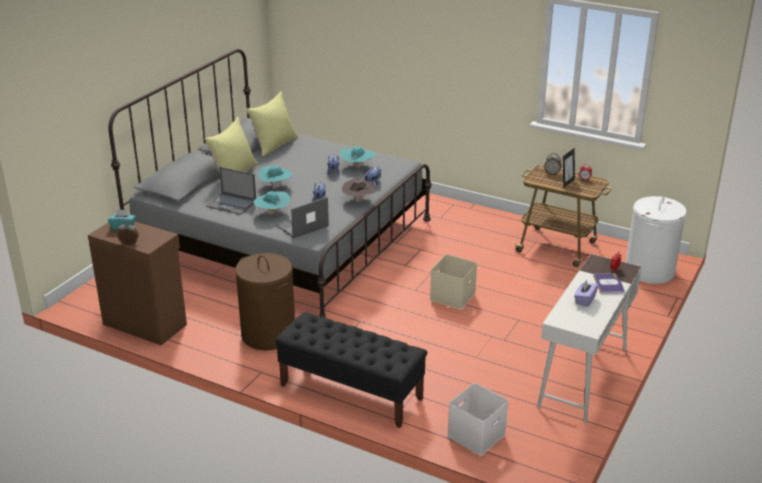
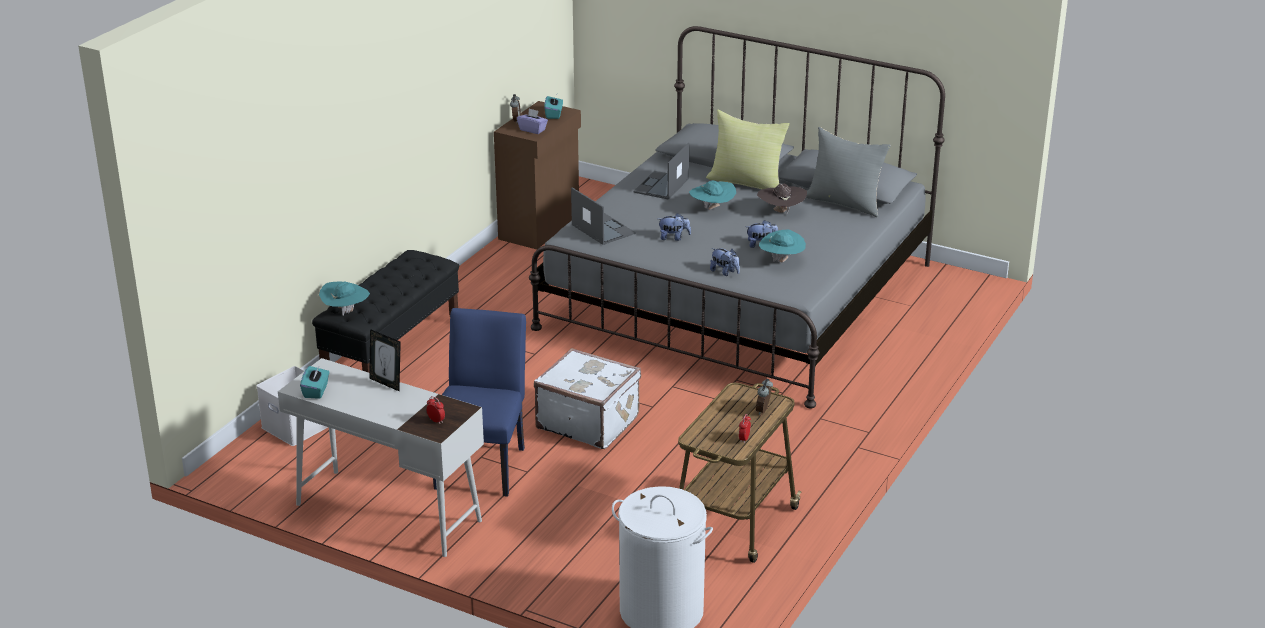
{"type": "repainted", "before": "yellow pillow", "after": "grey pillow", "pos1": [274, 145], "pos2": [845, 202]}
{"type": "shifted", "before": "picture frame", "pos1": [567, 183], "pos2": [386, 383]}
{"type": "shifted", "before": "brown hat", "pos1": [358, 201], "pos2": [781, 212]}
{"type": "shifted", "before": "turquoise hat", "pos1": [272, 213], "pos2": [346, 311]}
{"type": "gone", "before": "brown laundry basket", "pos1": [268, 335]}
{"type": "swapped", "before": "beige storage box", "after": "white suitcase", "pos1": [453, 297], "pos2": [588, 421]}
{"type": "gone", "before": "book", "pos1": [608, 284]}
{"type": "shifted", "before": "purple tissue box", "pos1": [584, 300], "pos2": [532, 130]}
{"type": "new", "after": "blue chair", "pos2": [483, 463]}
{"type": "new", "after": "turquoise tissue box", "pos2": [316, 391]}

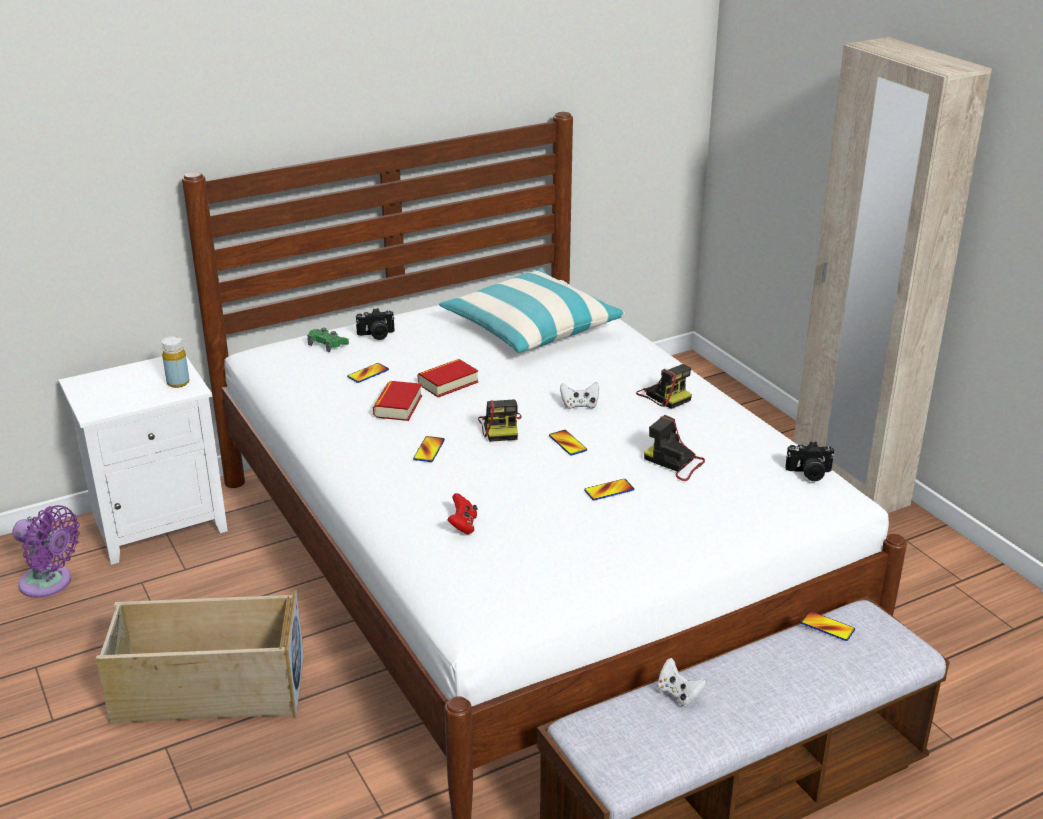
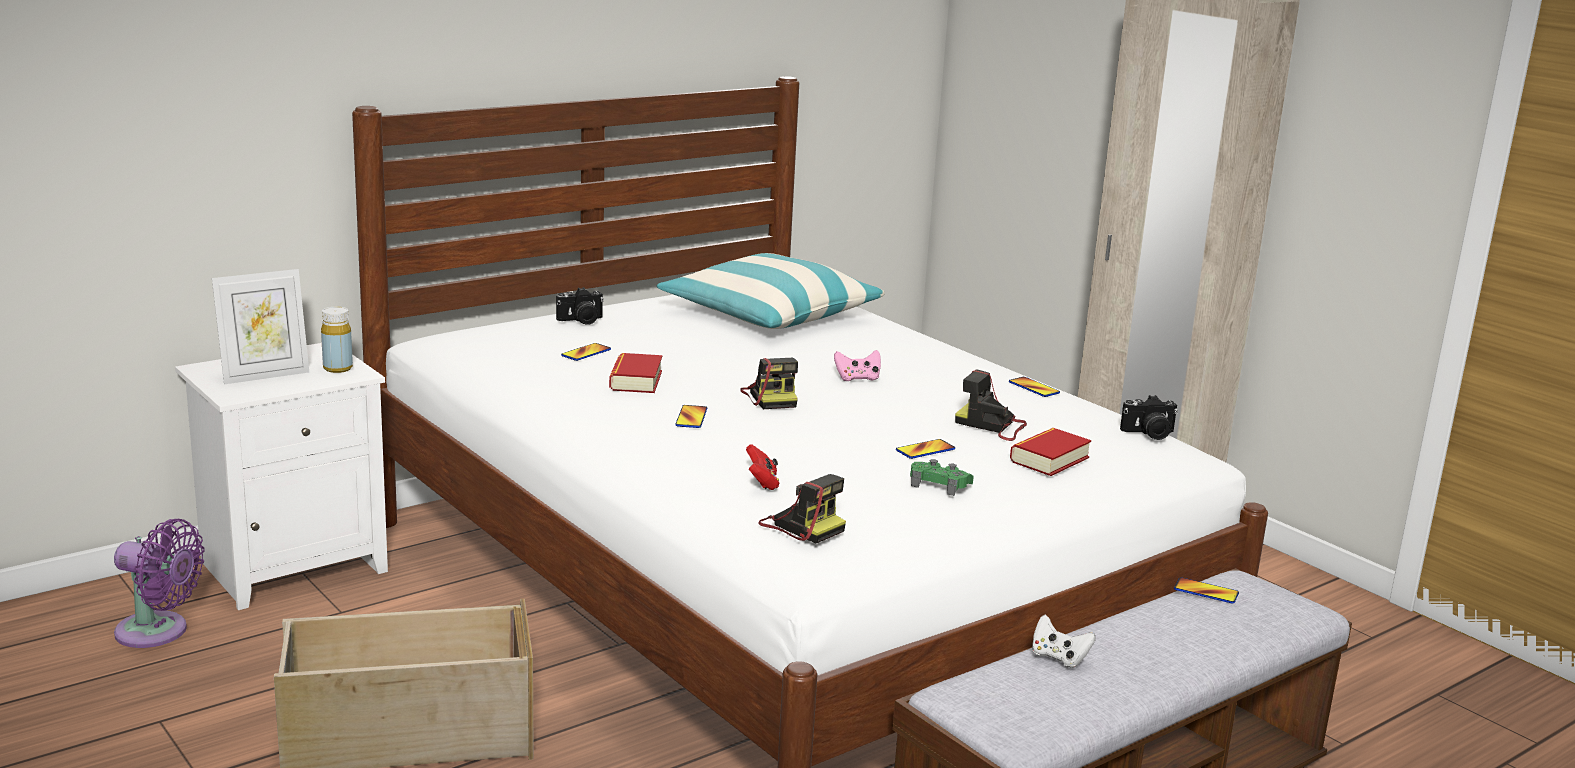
{"type": "shifted", "before": "green game controller", "pos1": [327, 344], "pos2": [939, 485]}
{"type": "shifted", "before": "book", "pos1": [448, 383], "pos2": [1049, 459]}
{"type": "shifted", "before": "photo camera", "pos1": [663, 395], "pos2": [801, 525]}
{"type": "repainted", "before": "white game controller", "after": "pink game controller", "pos1": [579, 405], "pos2": [857, 378]}
{"type": "shifted", "before": "phone", "pos1": [567, 443], "pos2": [1033, 388]}
{"type": "new", "after": "picture frame", "pos2": [264, 375]}

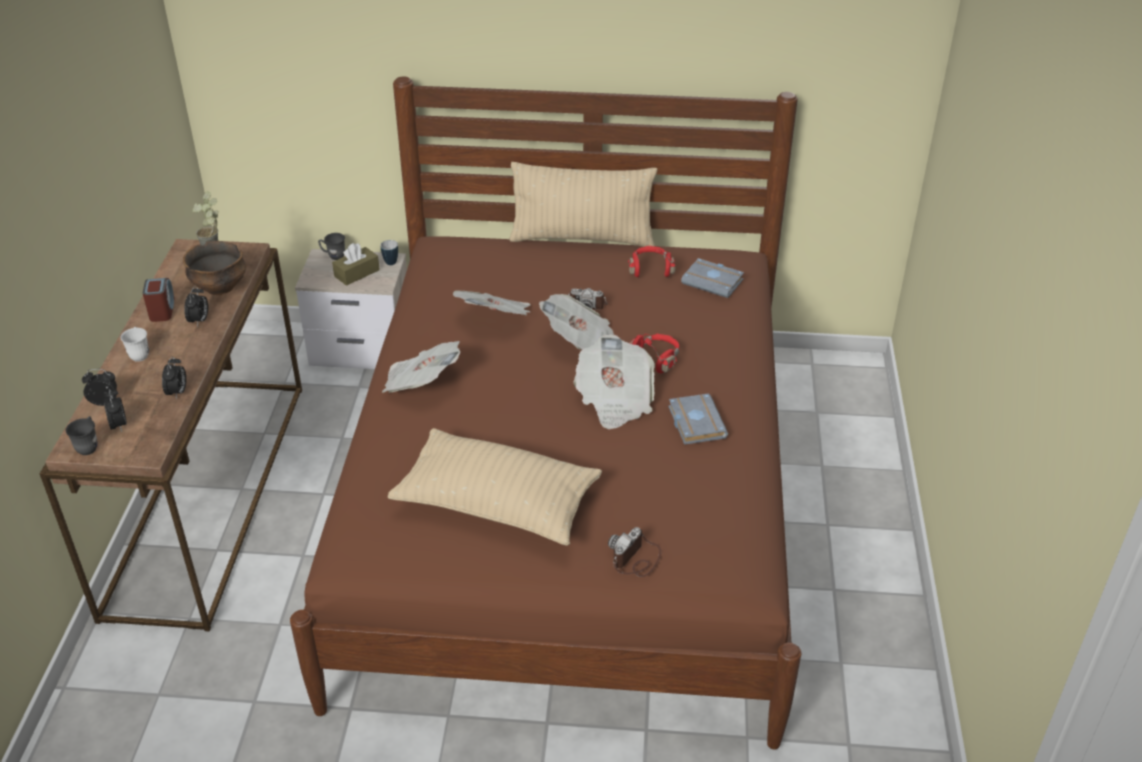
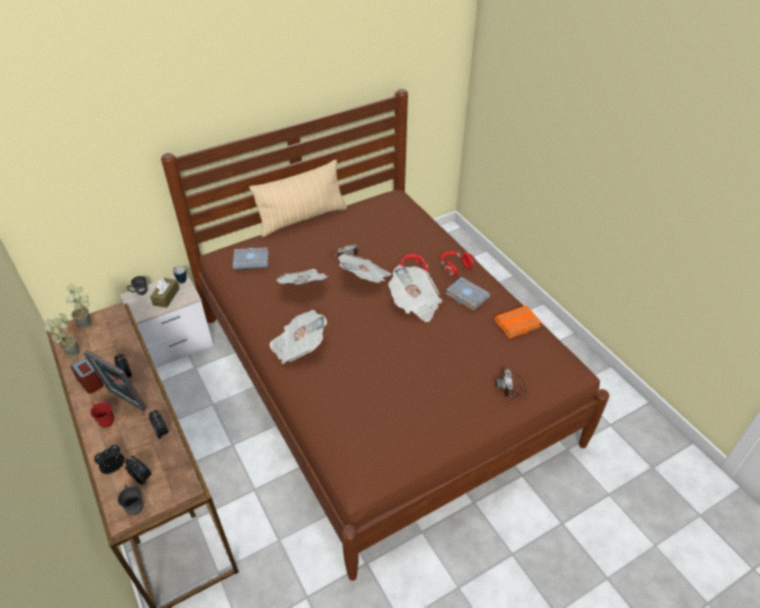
{"type": "gone", "before": "bowl", "pos1": [220, 287]}
{"type": "shifted", "before": "red headphones", "pos1": [650, 269], "pos2": [454, 267]}
{"type": "shifted", "before": "grey book", "pos1": [714, 282], "pos2": [252, 260]}
{"type": "repainted", "before": "white mug", "after": "red mug", "pos1": [139, 353], "pos2": [105, 420]}
{"type": "gone", "before": "beige pillow", "pos1": [497, 504]}
{"type": "new", "after": "orange book", "pos2": [517, 325]}
{"type": "new", "after": "potted plant", "pos2": [72, 350]}
{"type": "new", "after": "picture frame", "pos2": [125, 402]}

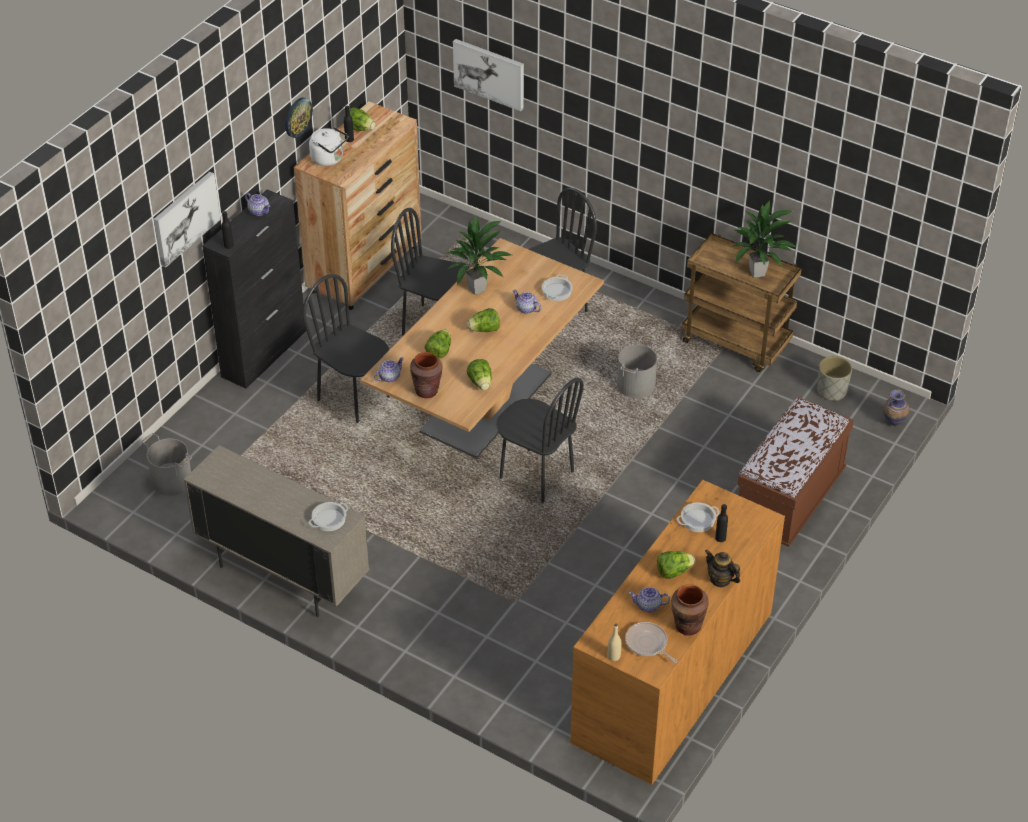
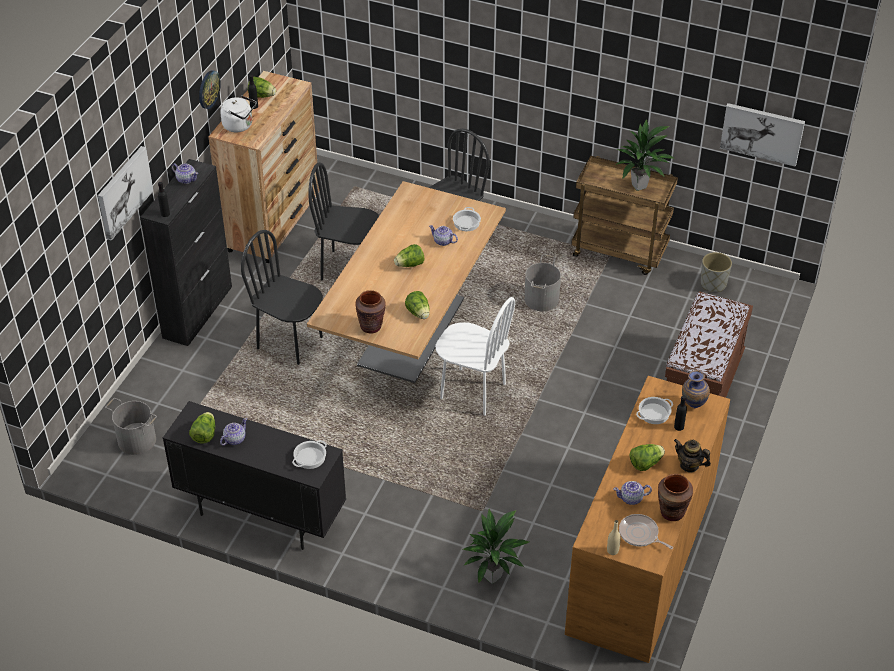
{"type": "shifted", "before": "picture", "pos1": [489, 73], "pos2": [762, 133]}
{"type": "shifted", "before": "potted plant", "pos1": [477, 289], "pos2": [493, 576]}
{"type": "shifted", "before": "lettuce", "pos1": [439, 351], "pos2": [204, 435]}
{"type": "shifted", "before": "teapot", "pos1": [389, 377], "pos2": [234, 439]}
{"type": "repainted", "before": "black chair", "after": "white chair", "pos1": [536, 475], "pos2": [472, 392]}
{"type": "shifted", "before": "vase", "pos1": [893, 423], "pos2": [693, 405]}
{"type": "repainted", "before": "beige cabinet", "after": "black cabinet", "pos1": [283, 575], "pos2": [261, 515]}

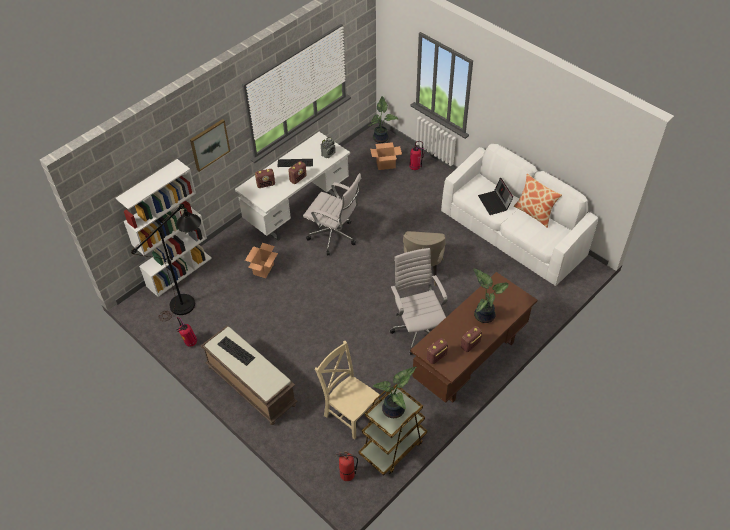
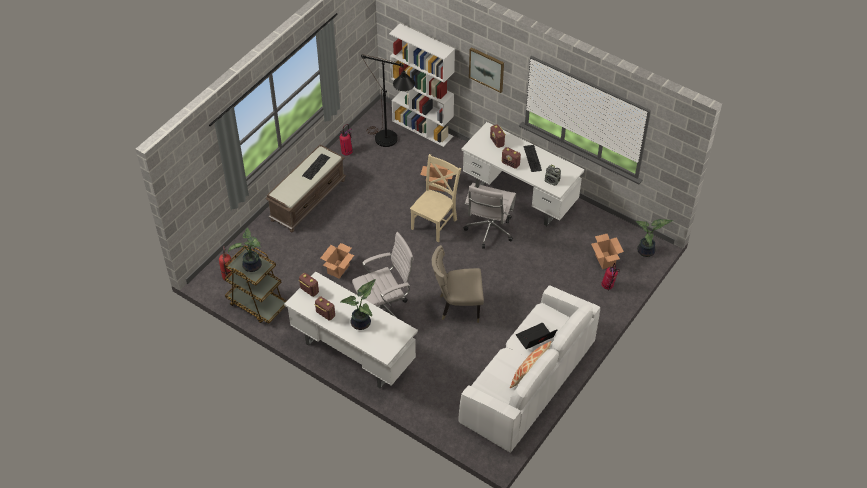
{"type": "repainted", "before": "brown desk", "after": "white desk", "pos1": [470, 362], "pos2": [352, 354]}
{"type": "shifted", "before": "beige chair", "pos1": [349, 413], "pos2": [435, 223]}
{"type": "new", "after": "cardboard box", "pos2": [338, 269]}

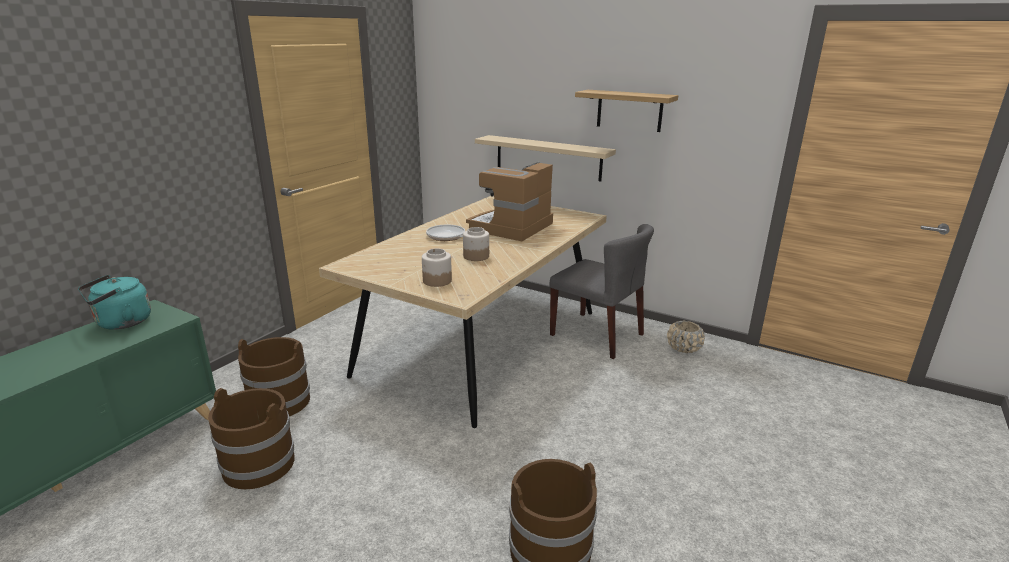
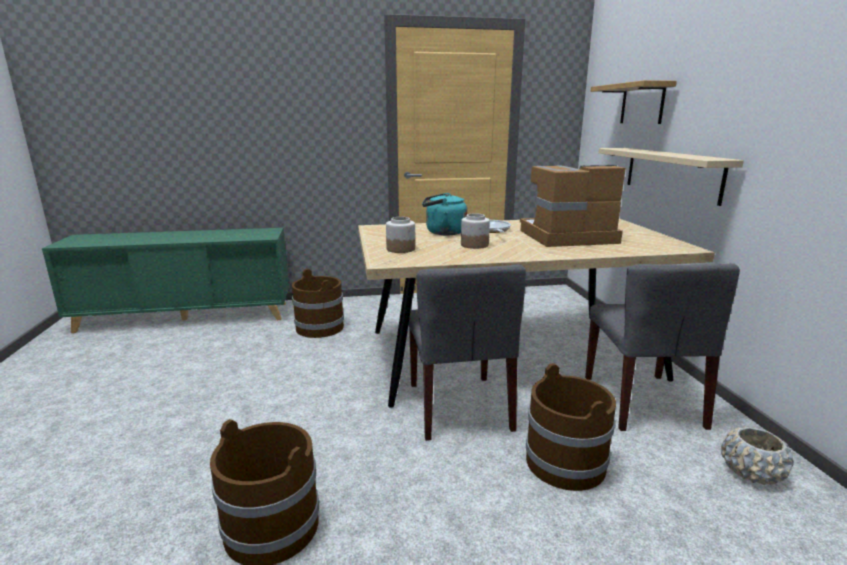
{"type": "shifted", "before": "shelf", "pos1": [629, 110], "pos2": [642, 104]}
{"type": "shifted", "before": "turquoise kettle", "pos1": [121, 323], "pos2": [443, 232]}
{"type": "shifted", "before": "brown bucket", "pos1": [258, 464], "pos2": [564, 462]}
{"type": "new", "after": "grey chair", "pos2": [459, 406]}

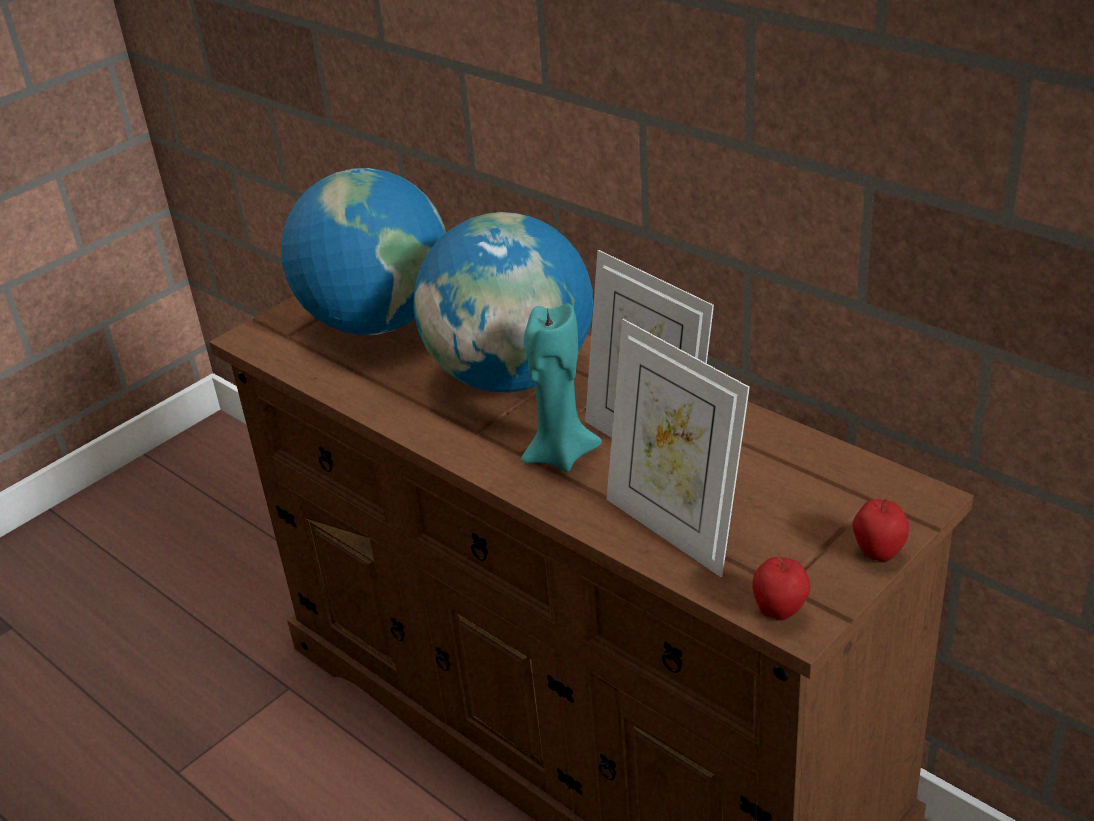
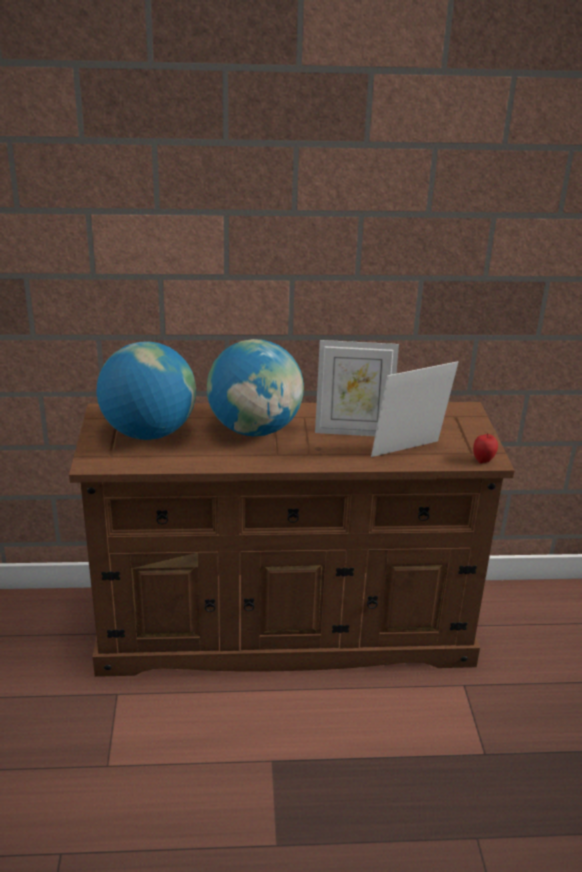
{"type": "gone", "before": "turquoise candle", "pos1": [560, 454]}
{"type": "rotated", "before": "picture frame", "pos1": [674, 528], "pos2": [409, 452], "turn": 150}
{"type": "gone", "before": "apple", "pos1": [878, 554]}

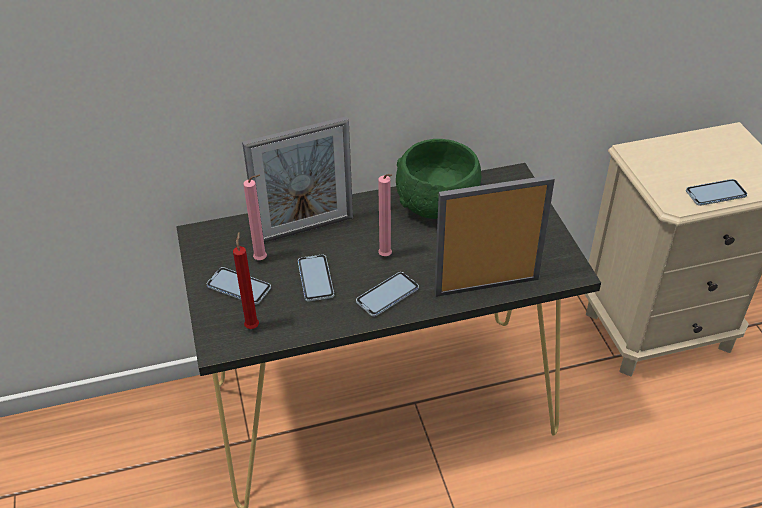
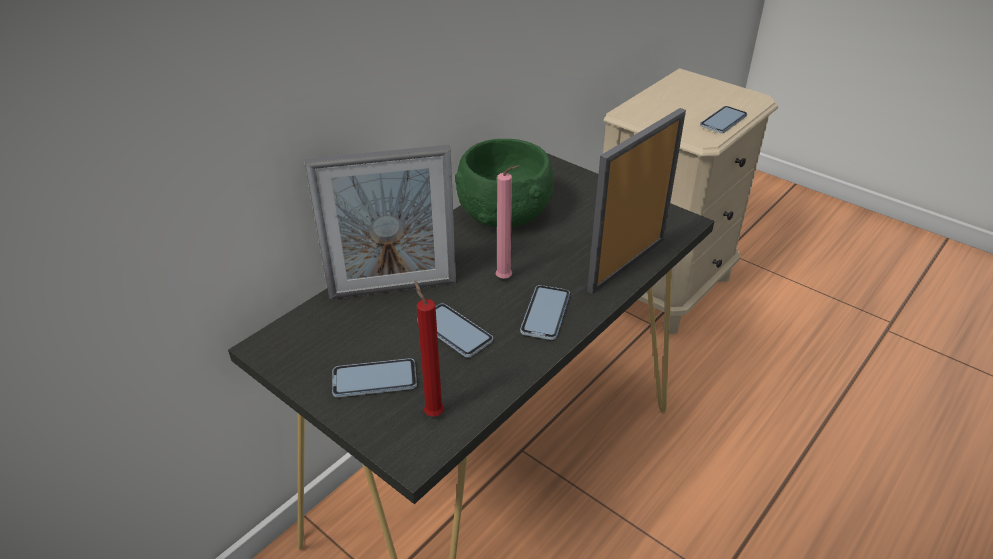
{"type": "rotated", "before": "picture frame", "pos1": [305, 229], "pos2": [393, 289], "turn": 45}
{"type": "gone", "before": "pink candle", "pos1": [262, 260]}

